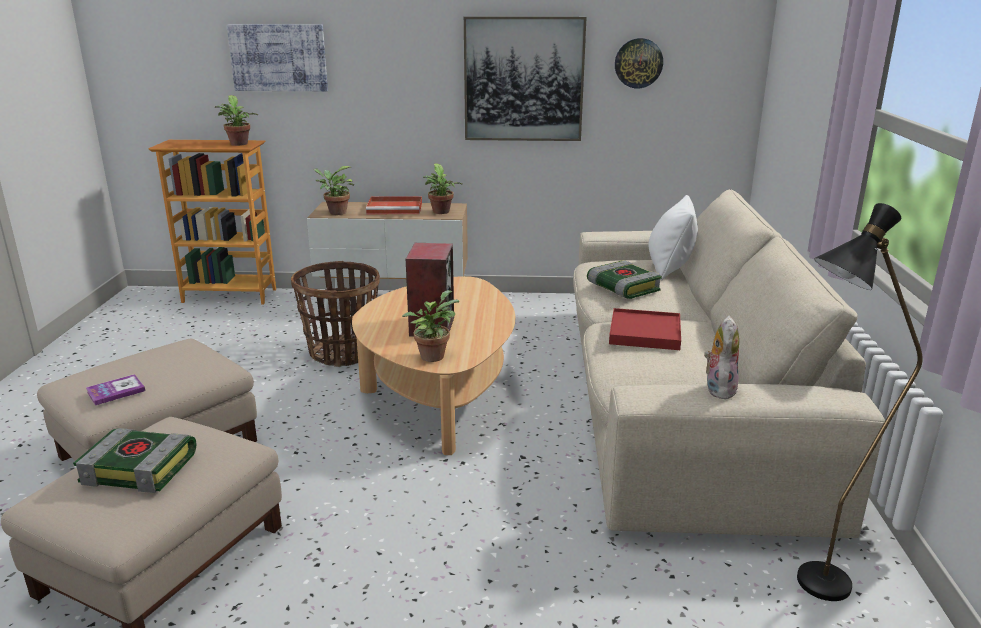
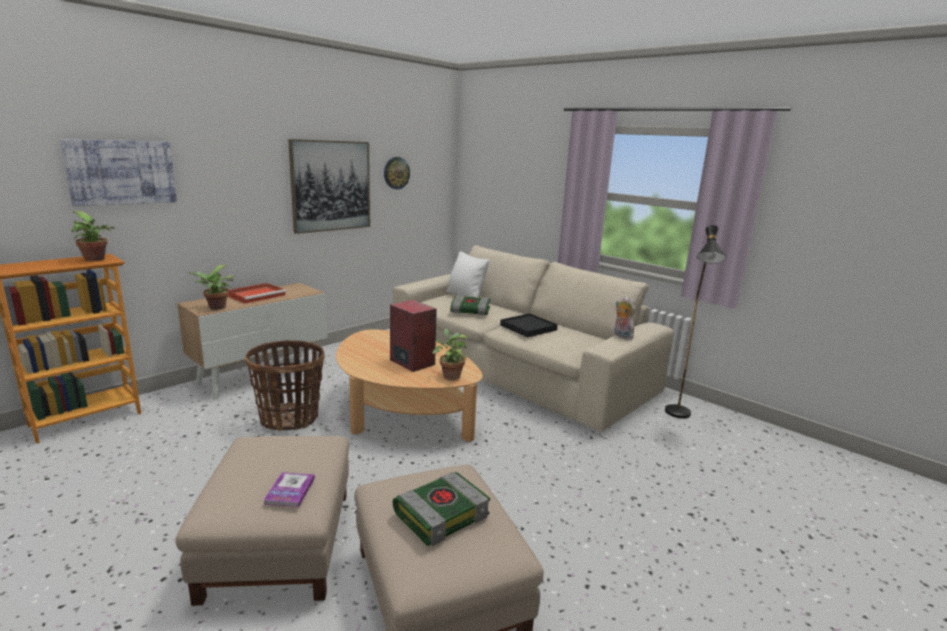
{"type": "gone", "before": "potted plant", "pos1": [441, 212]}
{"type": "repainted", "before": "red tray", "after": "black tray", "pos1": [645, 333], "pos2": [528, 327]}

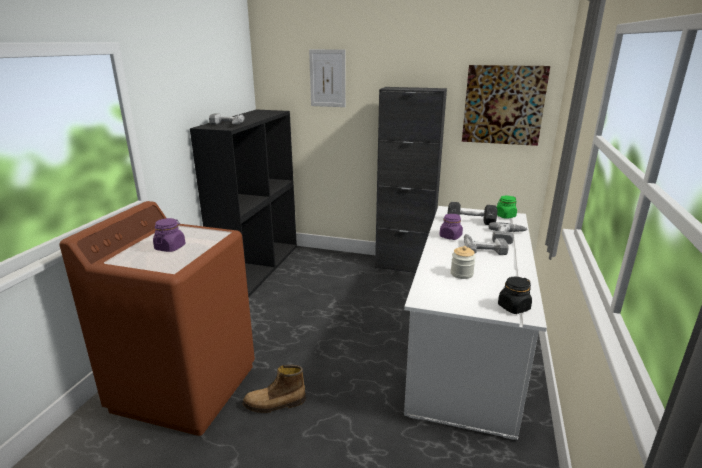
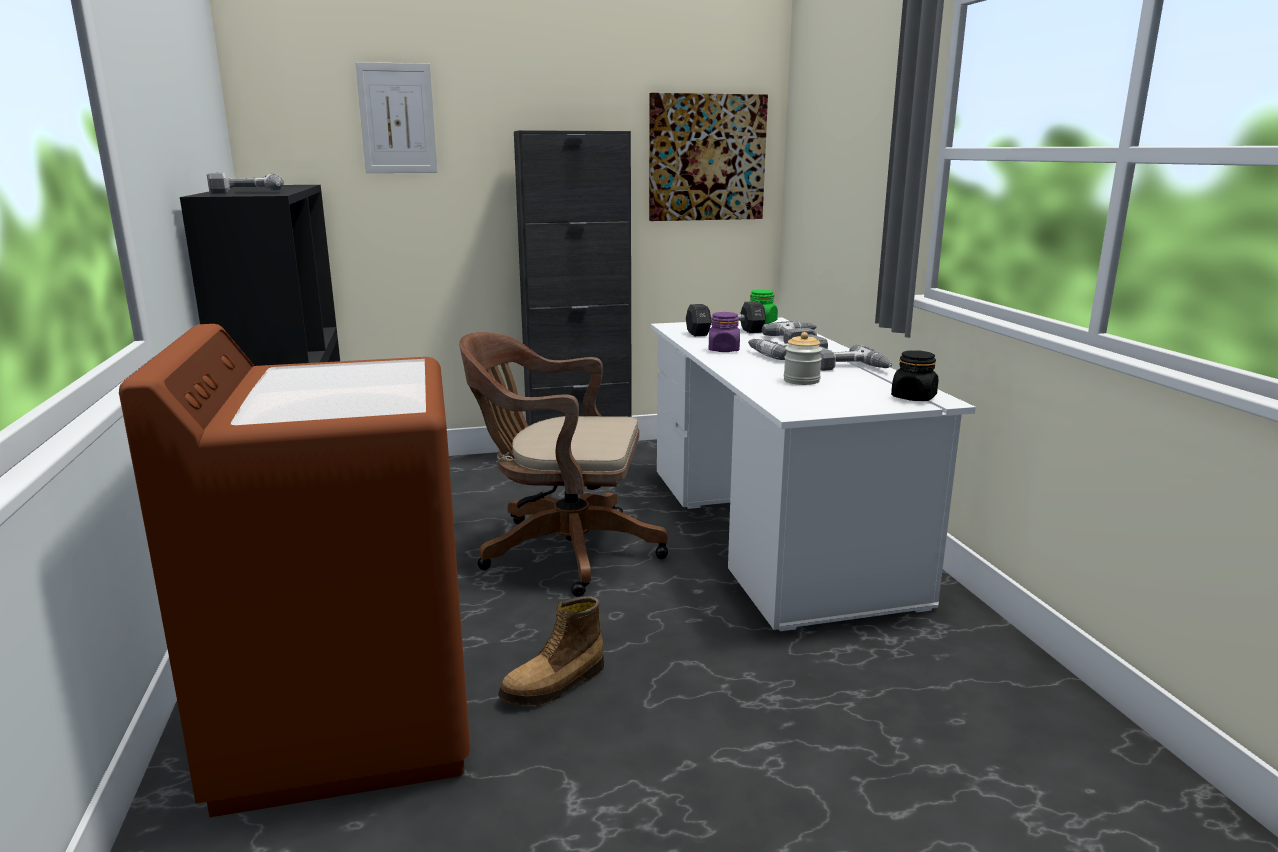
{"type": "gone", "before": "purple jar", "pos1": [170, 247]}
{"type": "new", "after": "brown office chair", "pos2": [561, 550]}
{"type": "new", "after": "power drill", "pos2": [849, 368]}

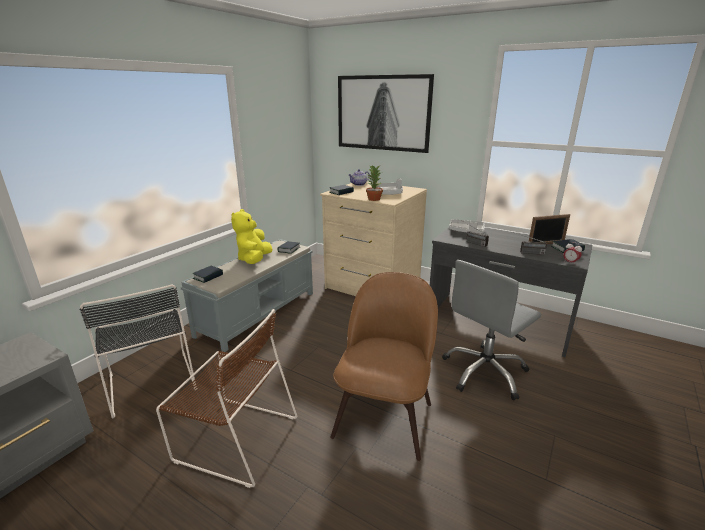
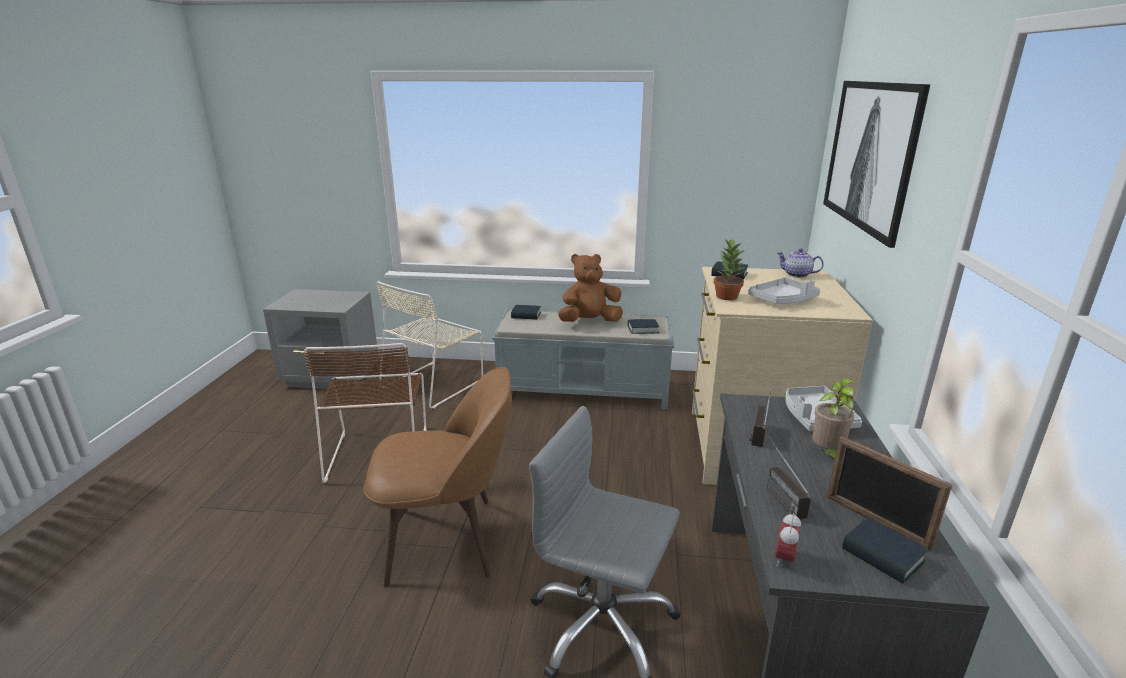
{"type": "repainted", "before": "yellow plush toy", "after": "brown plush toy", "pos1": [254, 260], "pos2": [589, 322]}
{"type": "repainted", "before": "black chair", "after": "beige chair", "pos1": [152, 379], "pos2": [434, 383]}
{"type": "new", "after": "potted plant", "pos2": [827, 454]}

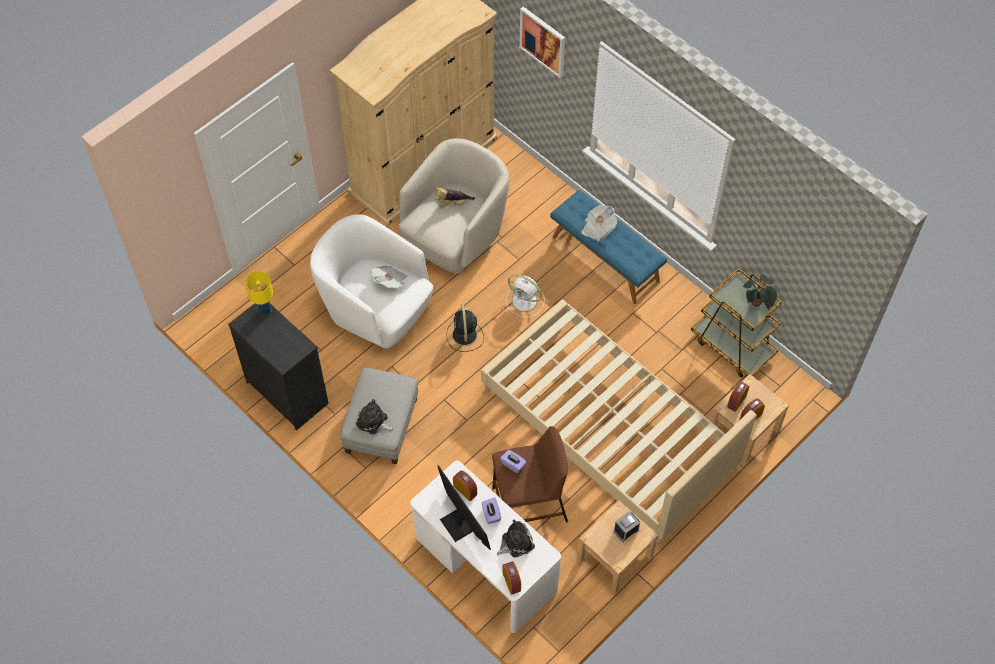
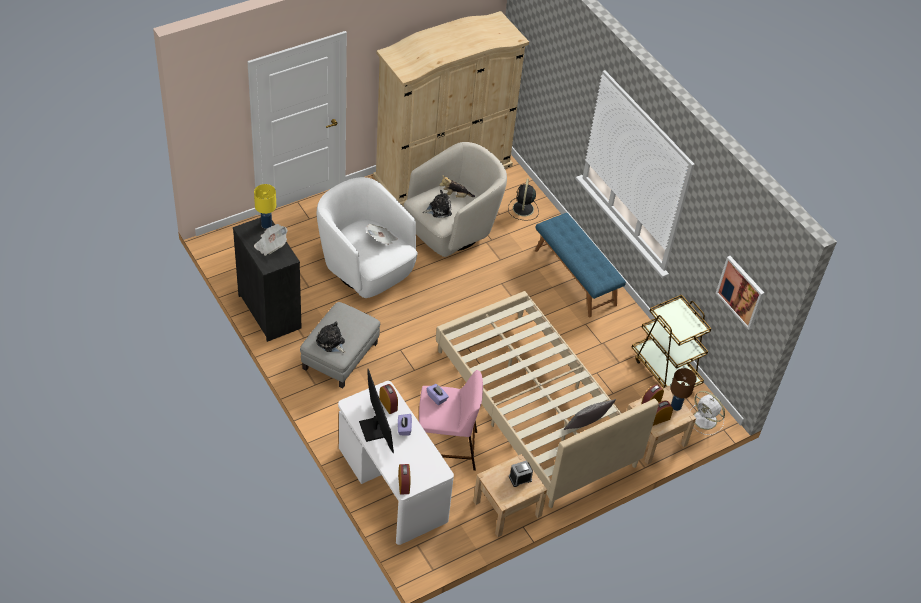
{"type": "shifted", "before": "picture", "pos1": [543, 41], "pos2": [741, 292]}
{"type": "shifted", "before": "newspaper", "pos1": [598, 228], "pos2": [271, 246]}
{"type": "shifted", "before": "white fan", "pos1": [525, 301], "pos2": [706, 420]}
{"type": "gone", "before": "potted plant", "pos1": [757, 303]}
{"type": "shifted", "before": "black fan", "pos1": [464, 336], "pos2": [523, 209]}
{"type": "repainted", "before": "brown stool", "after": "pink stool", "pos1": [528, 505], "pos2": [445, 448]}
{"type": "shifted", "before": "plush toy", "pos1": [516, 542], "pos2": [438, 209]}
{"type": "new", "after": "brown table lamp", "pos2": [676, 406]}
{"type": "new", "after": "pillow", "pos2": [586, 426]}

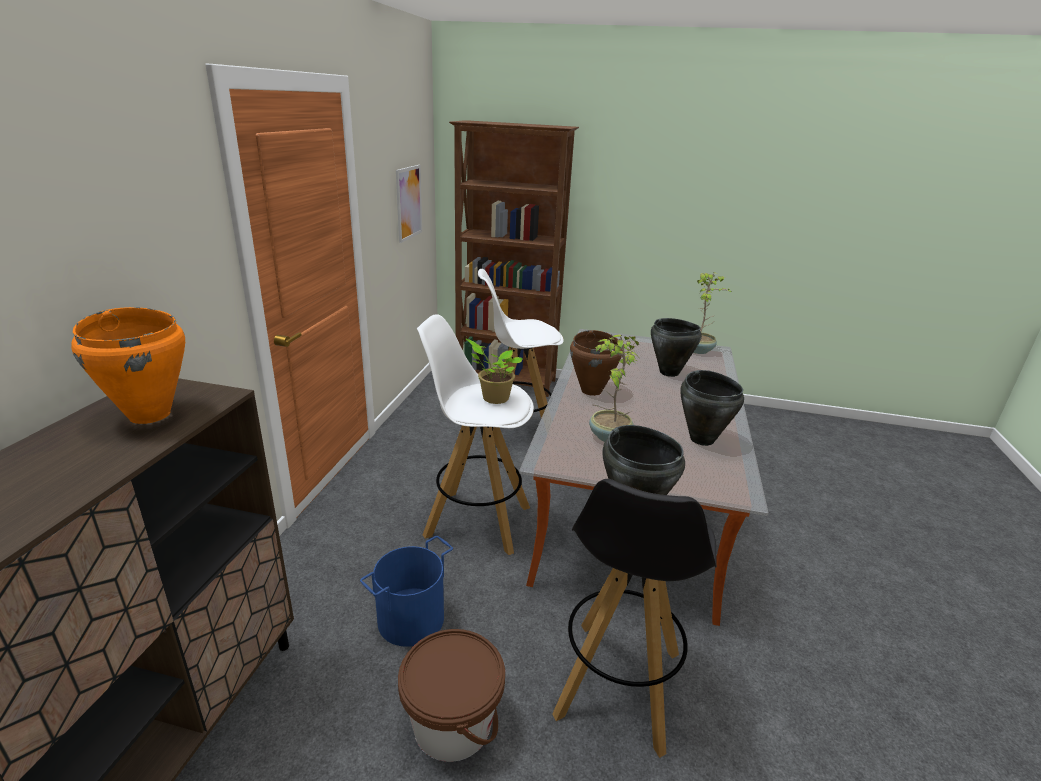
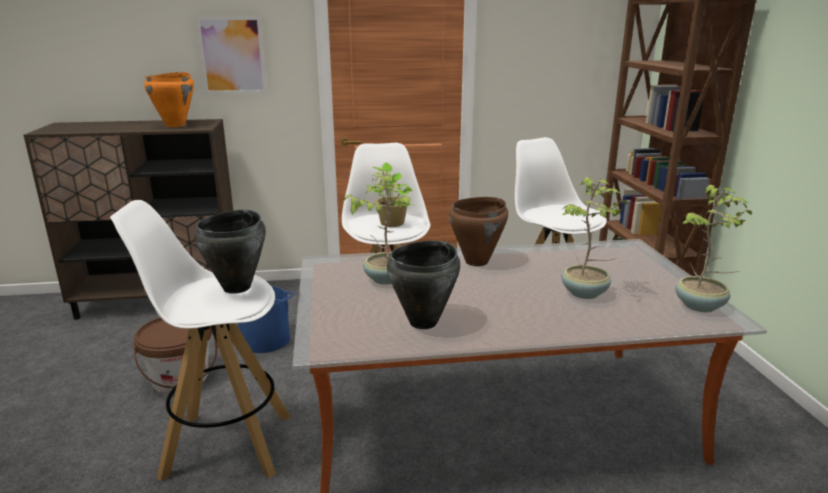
{"type": "shifted", "before": "picture", "pos1": [409, 203], "pos2": [232, 55]}
{"type": "swapped", "before": "black cooking pot", "after": "potted plant", "pos1": [669, 373], "pos2": [585, 293]}
{"type": "repainted", "before": "black stool", "after": "white stool", "pos1": [618, 685], "pos2": [226, 445]}

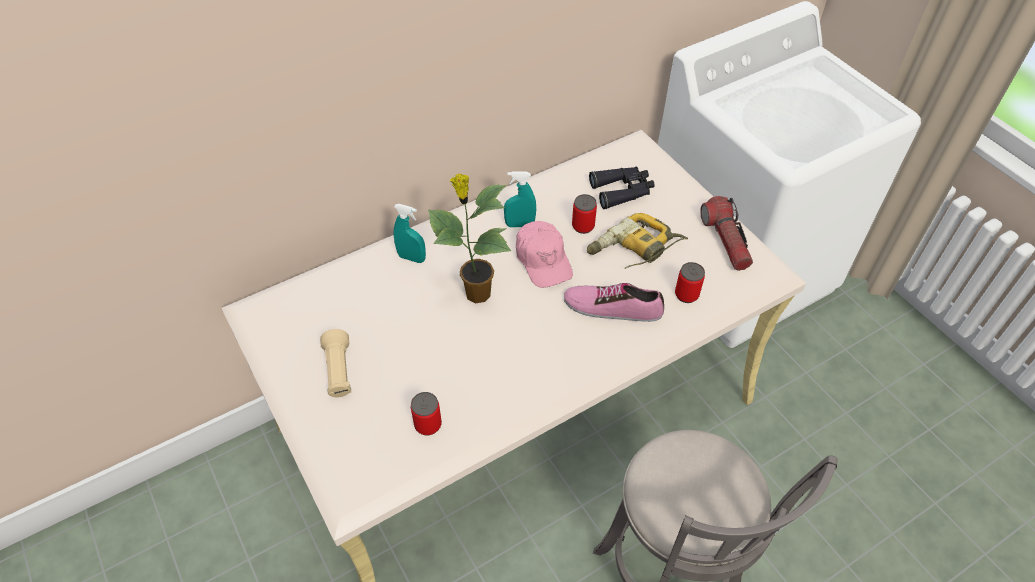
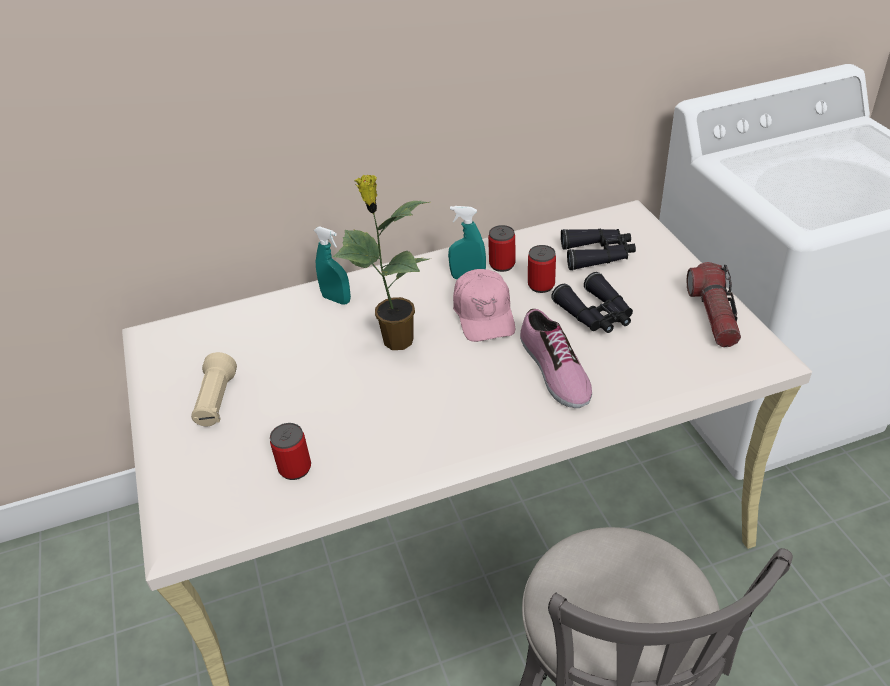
{"type": "swapped", "before": "power drill", "after": "black binoculars", "pos1": [634, 250], "pos2": [596, 314]}
{"type": "shifted", "before": "can", "pos1": [686, 294], "pos2": [502, 264]}
{"type": "rotated", "before": "shoe", "pos1": [612, 307], "pos2": [553, 370], "turn": -135}

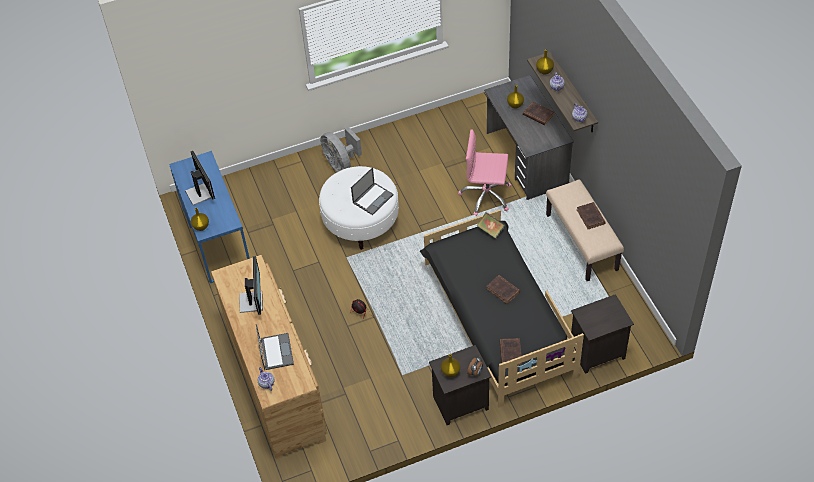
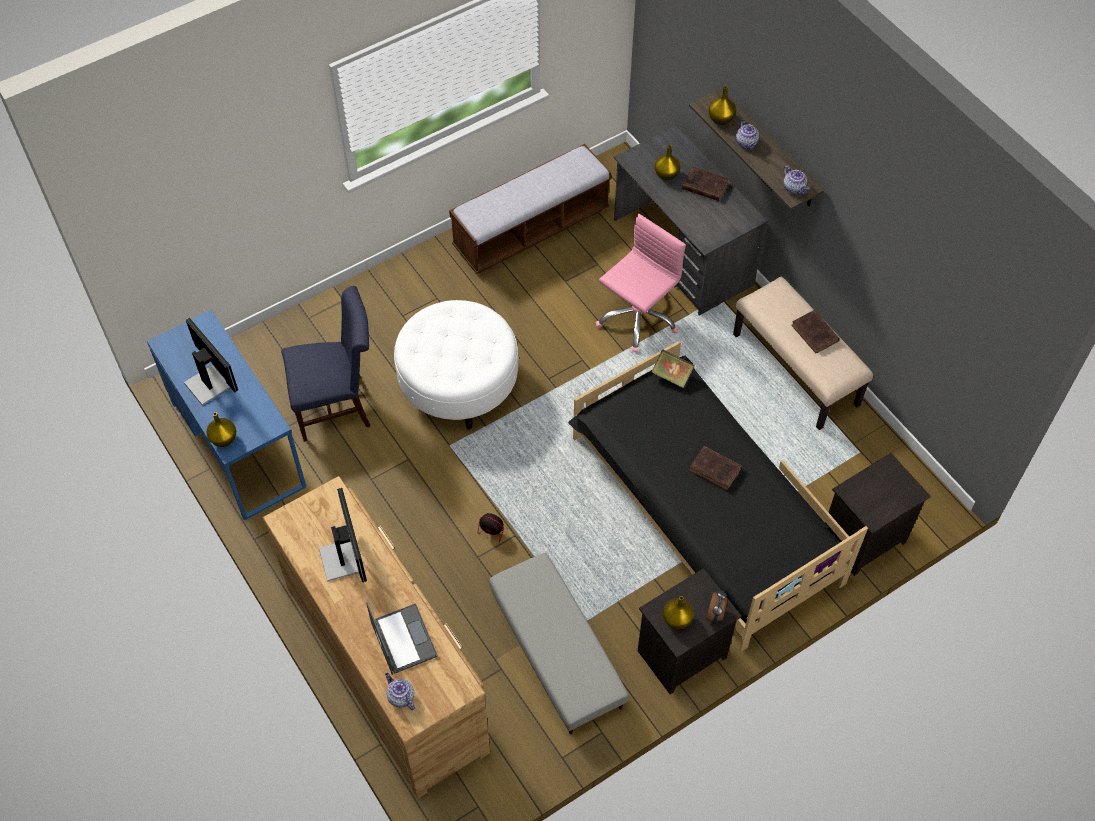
{"type": "gone", "before": "grey fan", "pos1": [341, 163]}
{"type": "rotated", "before": "pink office chair", "pos1": [486, 196], "pos2": [637, 318], "turn": 135}
{"type": "gone", "before": "laptop", "pos1": [373, 198]}
{"type": "gone", "before": "brown book", "pos1": [510, 352]}
{"type": "new", "after": "bench", "pos2": [531, 229]}
{"type": "new", "after": "blue chair", "pos2": [338, 405]}
{"type": "new", "after": "grey ottoman", "pos2": [556, 651]}

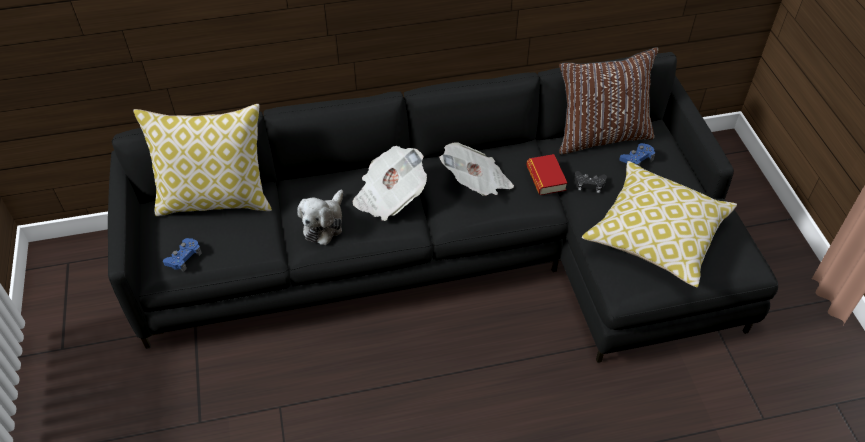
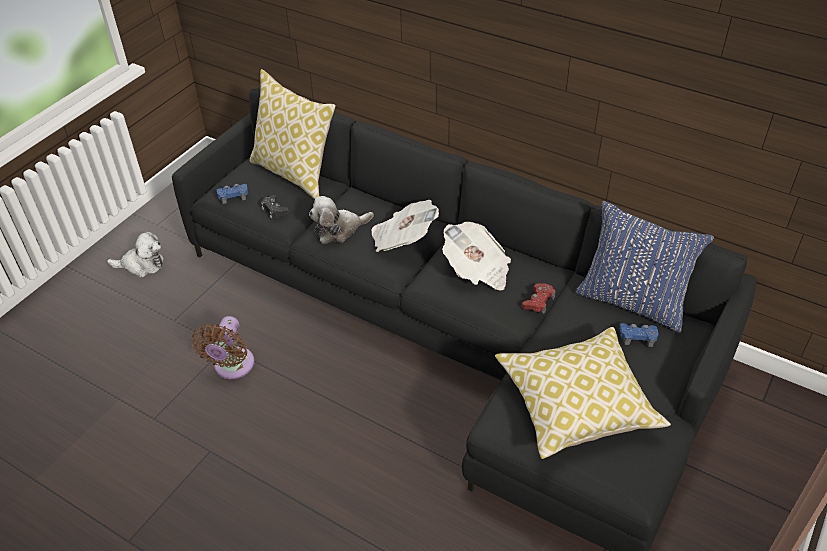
{"type": "repainted", "before": "brown pillow", "after": "blue pillow", "pos1": [601, 135], "pos2": [633, 301]}
{"type": "swapped", "before": "book", "after": "red game controller", "pos1": [545, 178], "pos2": [538, 301]}
{"type": "shifted", "before": "black game controller", "pos1": [589, 184], "pos2": [274, 210]}
{"type": "new", "after": "plush toy", "pos2": [142, 265]}
{"type": "new", "after": "brown fan", "pos2": [232, 367]}

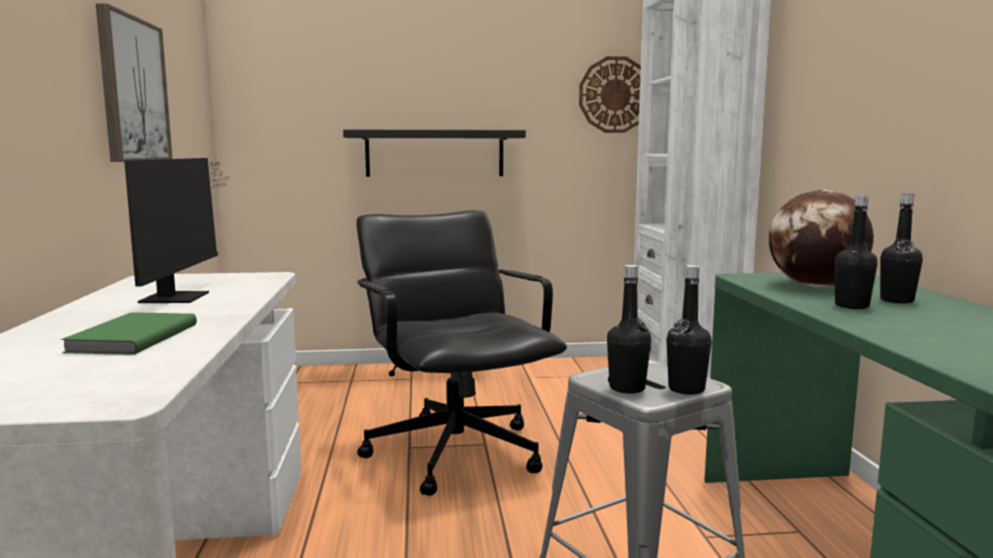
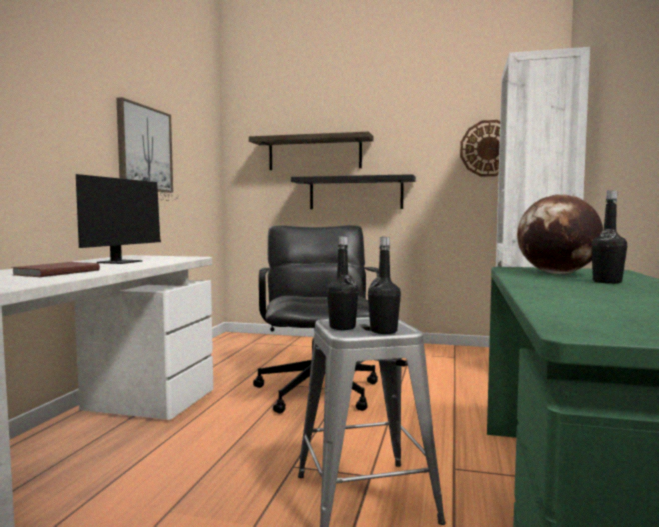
{"type": "gone", "before": "black bottle", "pos1": [851, 306]}
{"type": "repainted", "before": "green book", "after": "brown book", "pos1": [130, 338], "pos2": [55, 272]}
{"type": "new", "after": "shelf", "pos2": [314, 153]}

